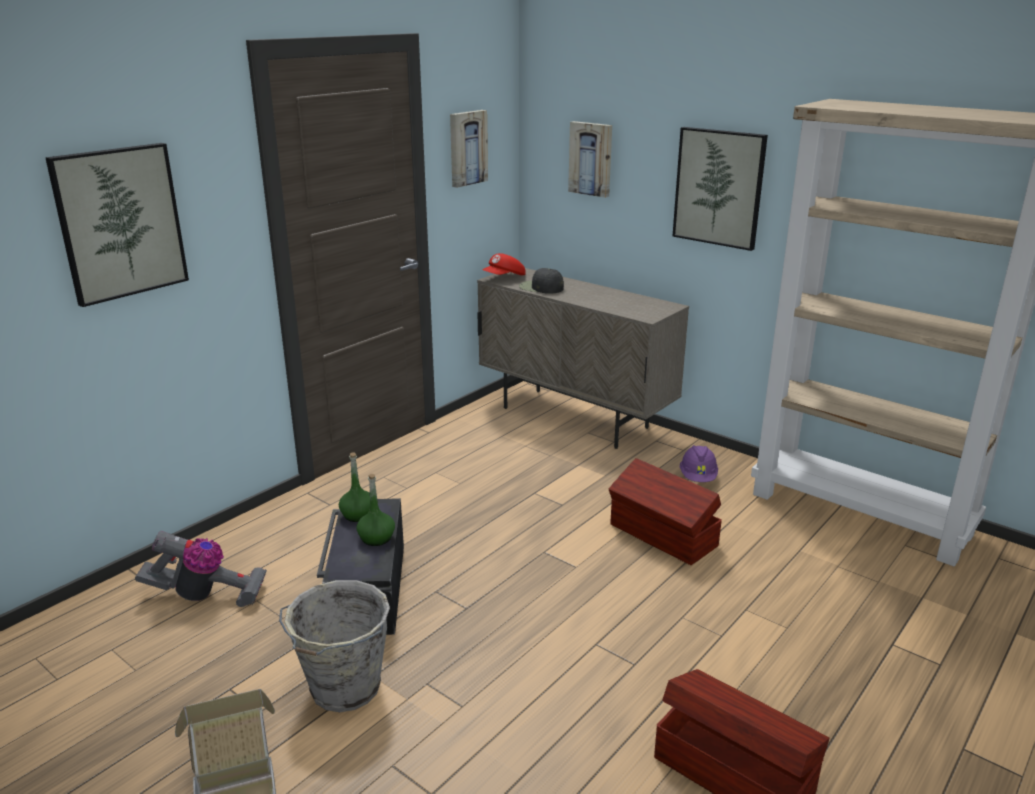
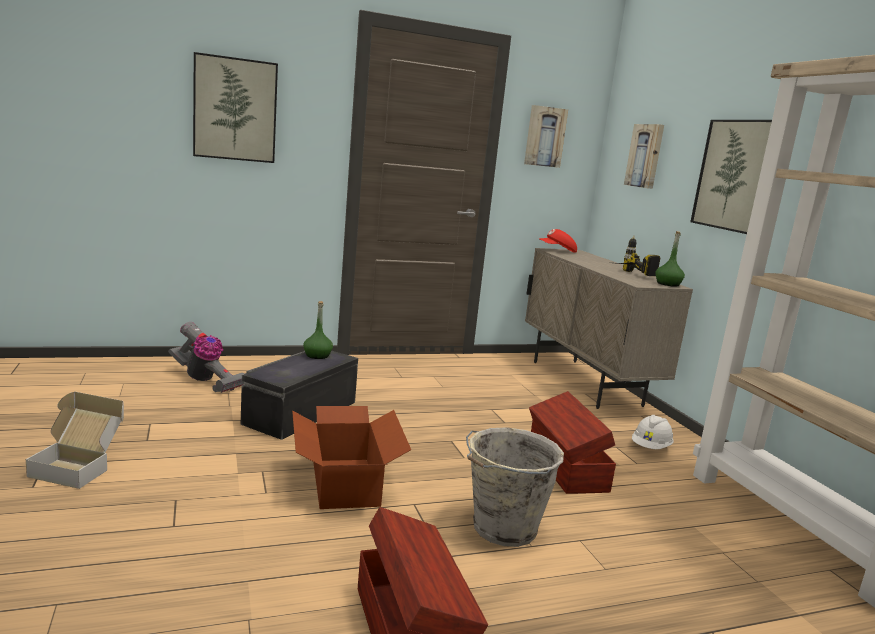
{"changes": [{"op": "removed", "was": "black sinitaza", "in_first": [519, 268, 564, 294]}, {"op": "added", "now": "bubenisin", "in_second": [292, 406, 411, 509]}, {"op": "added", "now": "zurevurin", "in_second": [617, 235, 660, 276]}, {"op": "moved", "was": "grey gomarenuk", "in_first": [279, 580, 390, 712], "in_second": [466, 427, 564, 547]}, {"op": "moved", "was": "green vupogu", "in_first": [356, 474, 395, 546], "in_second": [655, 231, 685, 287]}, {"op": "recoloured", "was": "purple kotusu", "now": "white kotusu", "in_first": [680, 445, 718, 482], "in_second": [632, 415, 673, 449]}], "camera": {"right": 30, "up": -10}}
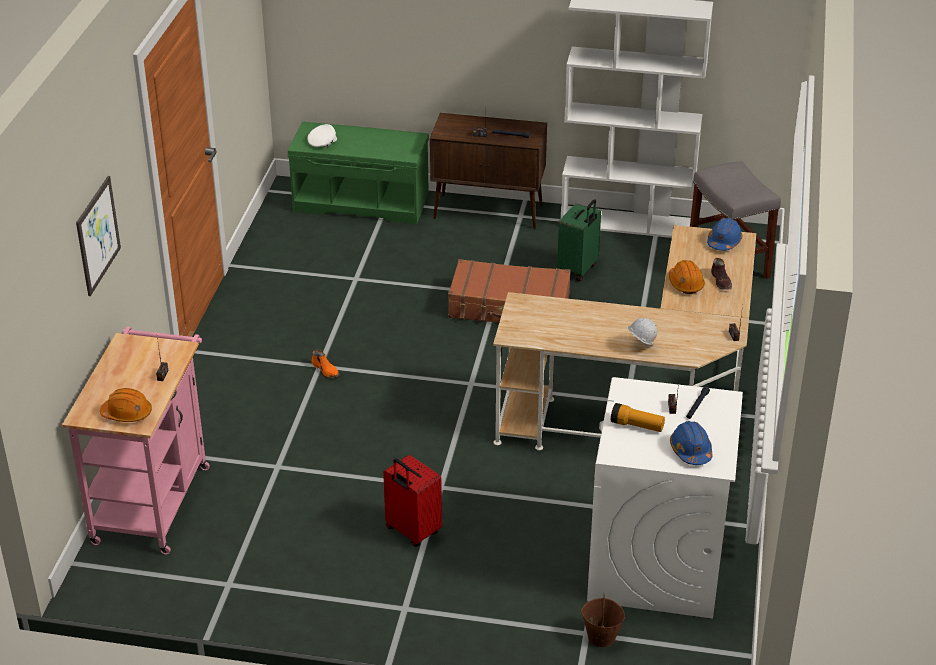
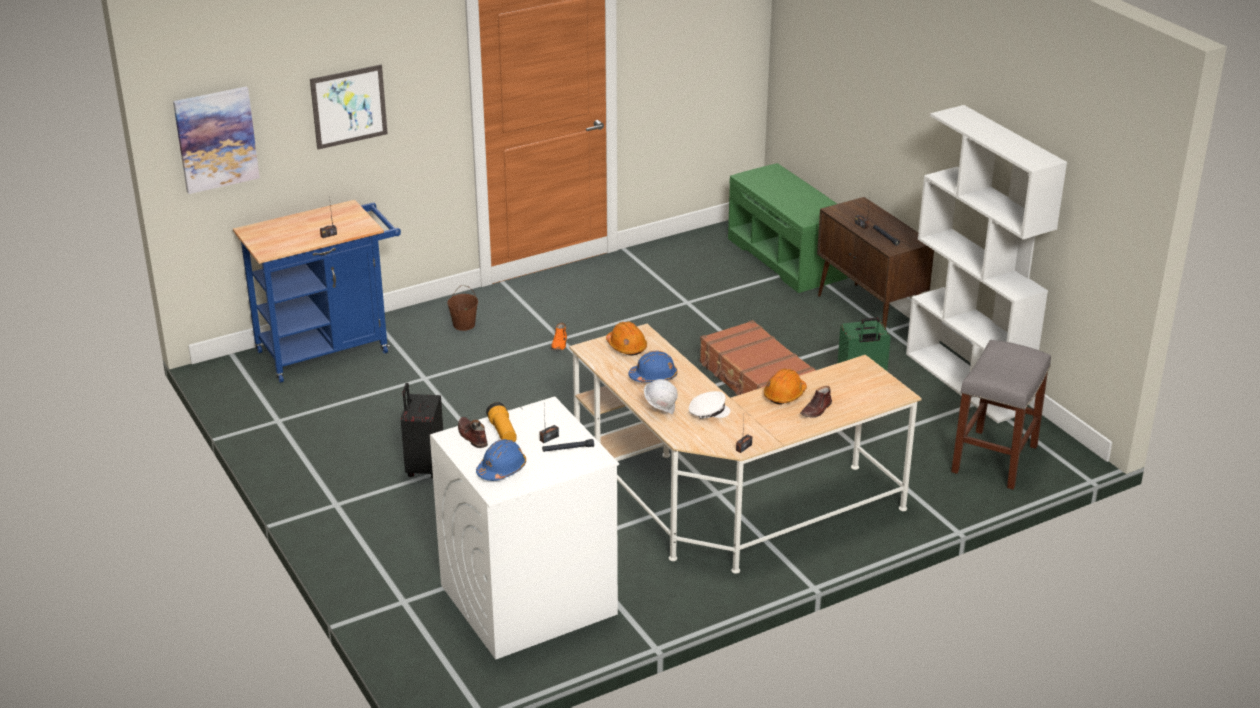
{"changes": [{"op": "added", "now": "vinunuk", "in_second": [173, 87, 260, 194]}, {"op": "added", "now": "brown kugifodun", "in_second": [458, 417, 488, 448]}, {"op": "moved", "was": "orange kotusu", "in_first": [100, 388, 152, 422], "in_second": [606, 321, 647, 356]}, {"op": "moved", "was": "white sinitaza", "in_first": [307, 124, 337, 147], "in_second": [689, 391, 731, 419]}, {"op": "moved", "was": "brown gomarenuk", "in_first": [581, 592, 625, 647], "in_second": [447, 285, 478, 331]}, {"op": "moved", "was": "blue kotusu", "in_first": [707, 218, 743, 251], "in_second": [629, 351, 677, 382]}, {"op": "recoloured", "was": "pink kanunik", "now": "blue kanunik", "in_first": [62, 327, 210, 555], "in_second": [233, 200, 401, 383]}, {"op": "recoloured", "was": "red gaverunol", "now": "black gaverunol", "in_first": [383, 455, 442, 547], "in_second": [401, 383, 443, 478]}], "camera": {"right": 50, "up": -5}}
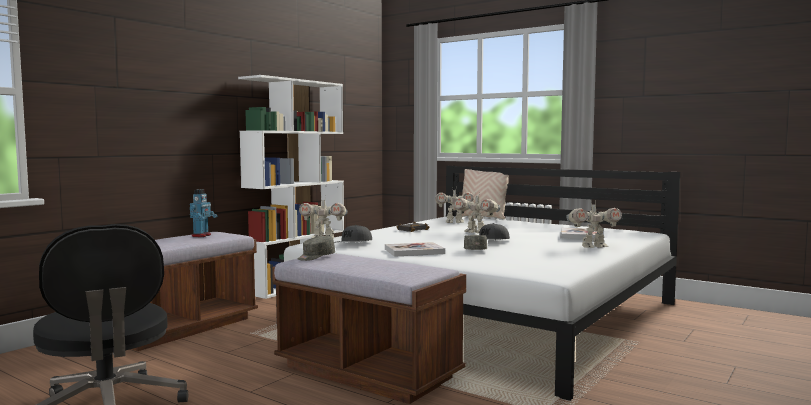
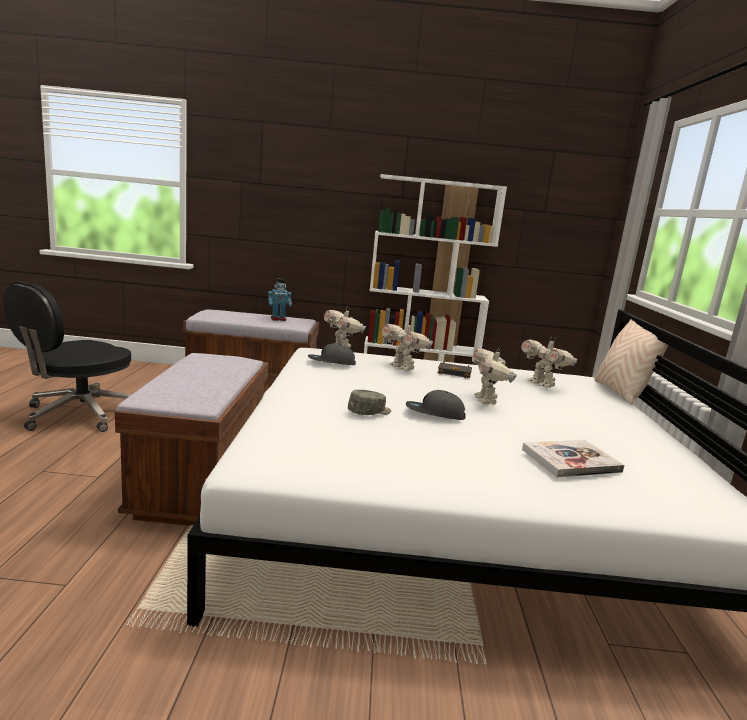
{"changes": [{"op": "removed", "was": "grey sinitaza", "in_first": [298, 236, 335, 261]}, {"op": "removed", "was": "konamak", "in_first": [385, 242, 445, 257]}, {"op": "moved", "was": "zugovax", "in_first": [566, 200, 622, 248], "in_second": [382, 321, 433, 371]}], "camera": {"right": 55, "up": 10}}
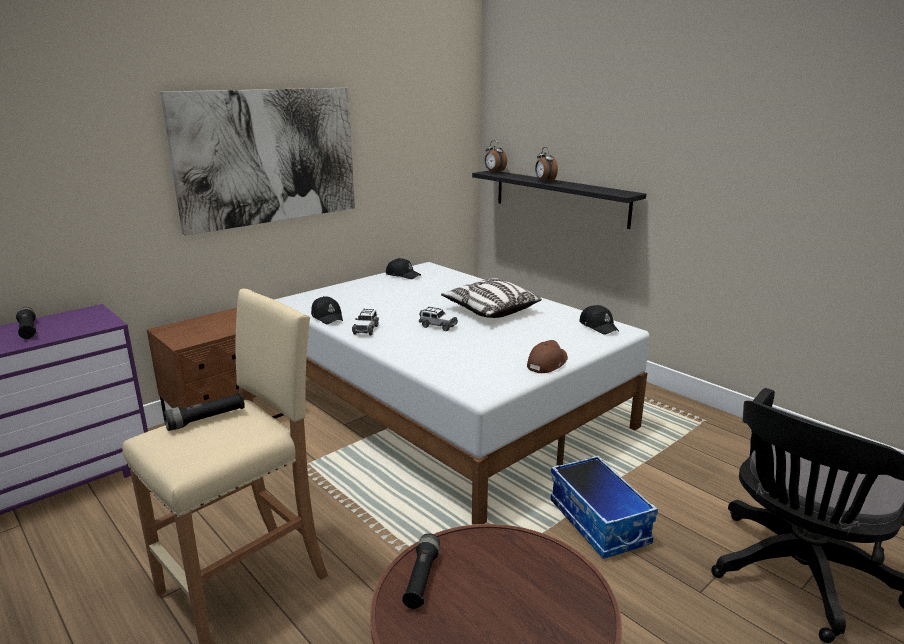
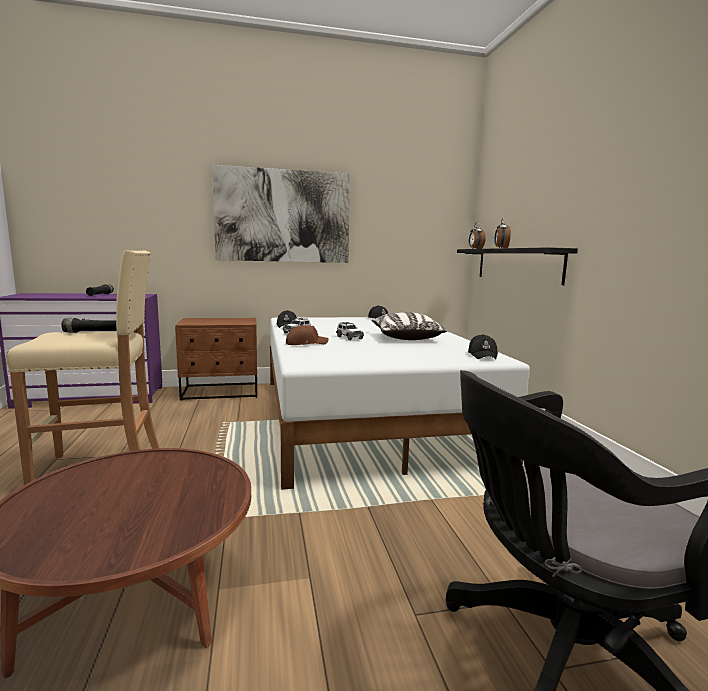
{"changes": [{"op": "removed", "was": "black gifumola", "in_first": [402, 533, 440, 609]}, {"op": "removed", "was": "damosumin", "in_first": [550, 455, 658, 559]}, {"op": "moved", "was": "brown sinitaza", "in_first": [527, 340, 568, 373], "in_second": [286, 325, 329, 345]}], "camera": {"right": 30, "up": -10}}
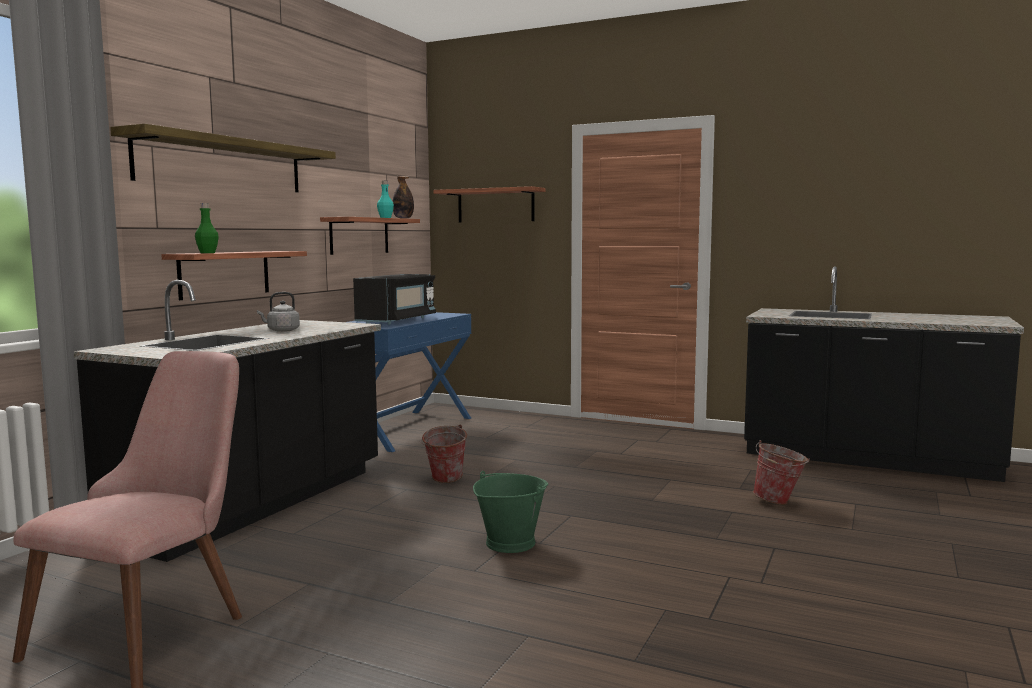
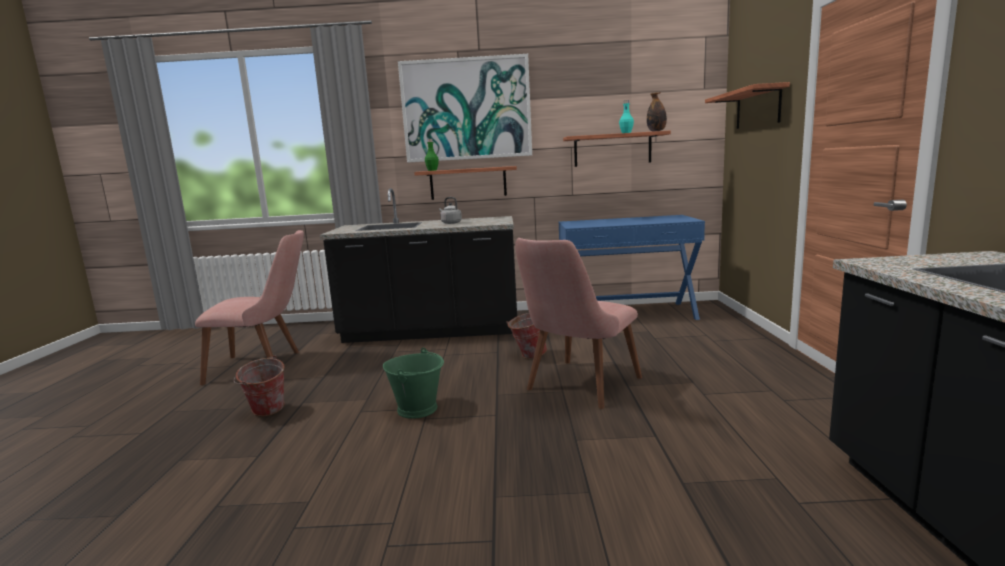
{"changes": [{"op": "removed", "was": "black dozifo", "in_first": [353, 274, 436, 325]}, {"op": "added", "now": "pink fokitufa", "in_second": [515, 238, 642, 409]}, {"op": "moved", "was": "gomarenuk", "in_first": [753, 440, 810, 505], "in_second": [234, 355, 285, 416]}, {"op": "replaced", "was": "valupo", "now": "vinunuk", "in_first": [110, 124, 336, 192], "in_second": [398, 54, 532, 162]}], "camera": {"right": 65, "up": 5}}
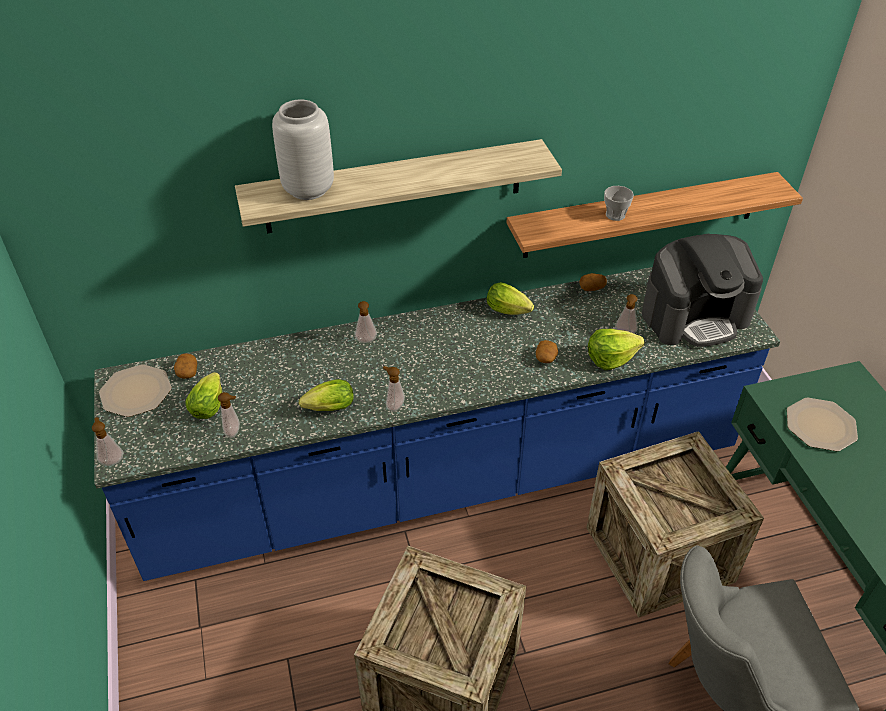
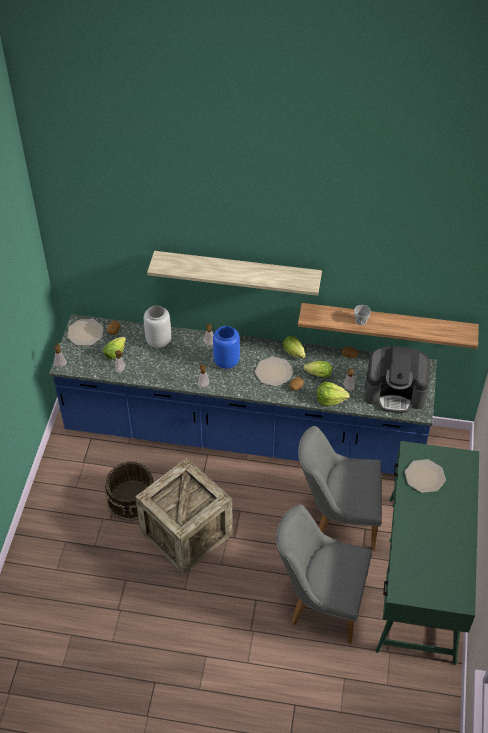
{"changes": [{"op": "added", "now": "brown gomarenuk", "in_second": [104, 461, 154, 521]}, {"op": "added", "now": "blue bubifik", "in_second": [213, 326, 240, 369]}, {"op": "added", "now": "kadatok", "in_second": [255, 357, 293, 386]}, {"op": "moved", "was": "grey bubifik", "in_first": [272, 100, 334, 200], "in_second": [144, 305, 171, 348]}, {"op": "moved", "was": "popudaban", "in_first": [299, 379, 354, 411], "in_second": [303, 361, 332, 378]}, {"op": "replaced", "was": "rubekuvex", "now": "grey fokitufa", "in_first": [586, 431, 764, 618], "in_second": [298, 426, 382, 551]}], "camera": {"right": 25, "up": 5}}
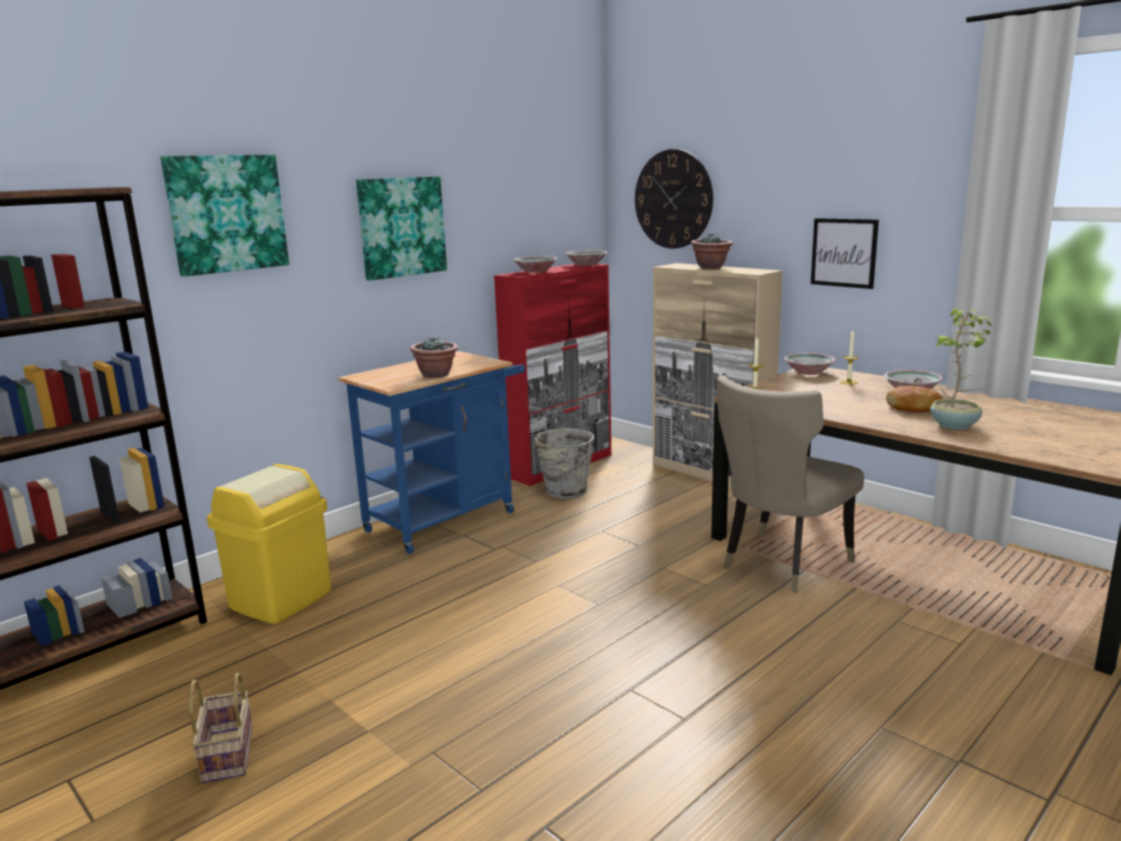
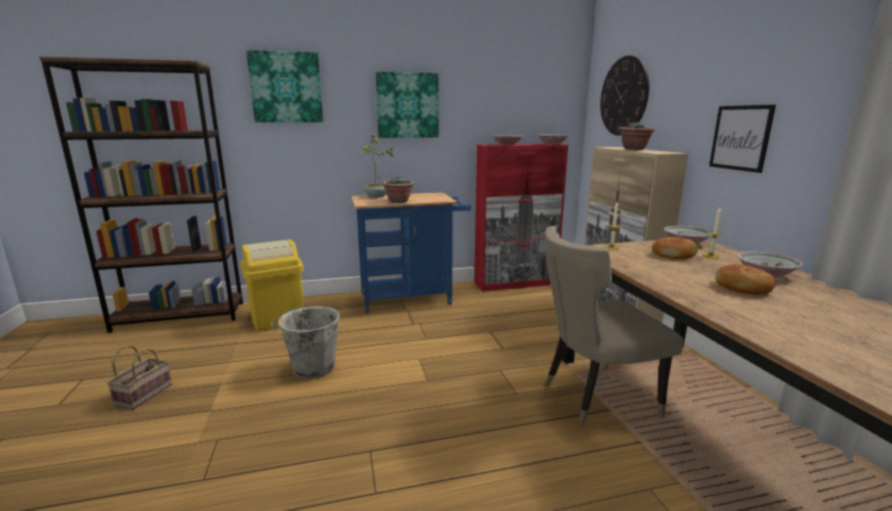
{"changes": [{"op": "added", "now": "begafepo", "in_second": [652, 237, 698, 259]}, {"op": "moved", "was": "grey gomarenuk", "in_first": [532, 428, 594, 499], "in_second": [271, 306, 340, 379]}, {"op": "moved", "was": "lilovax", "in_first": [930, 308, 992, 430], "in_second": [361, 134, 396, 198]}], "camera": {"right": 30, "up": 0}}
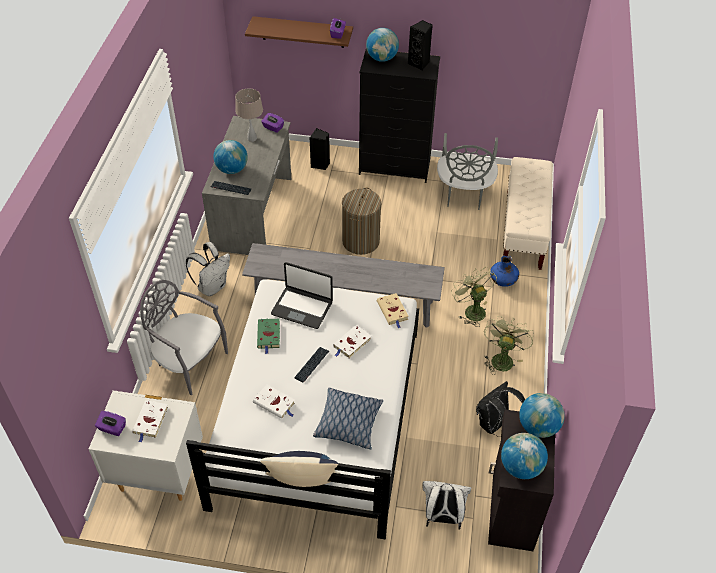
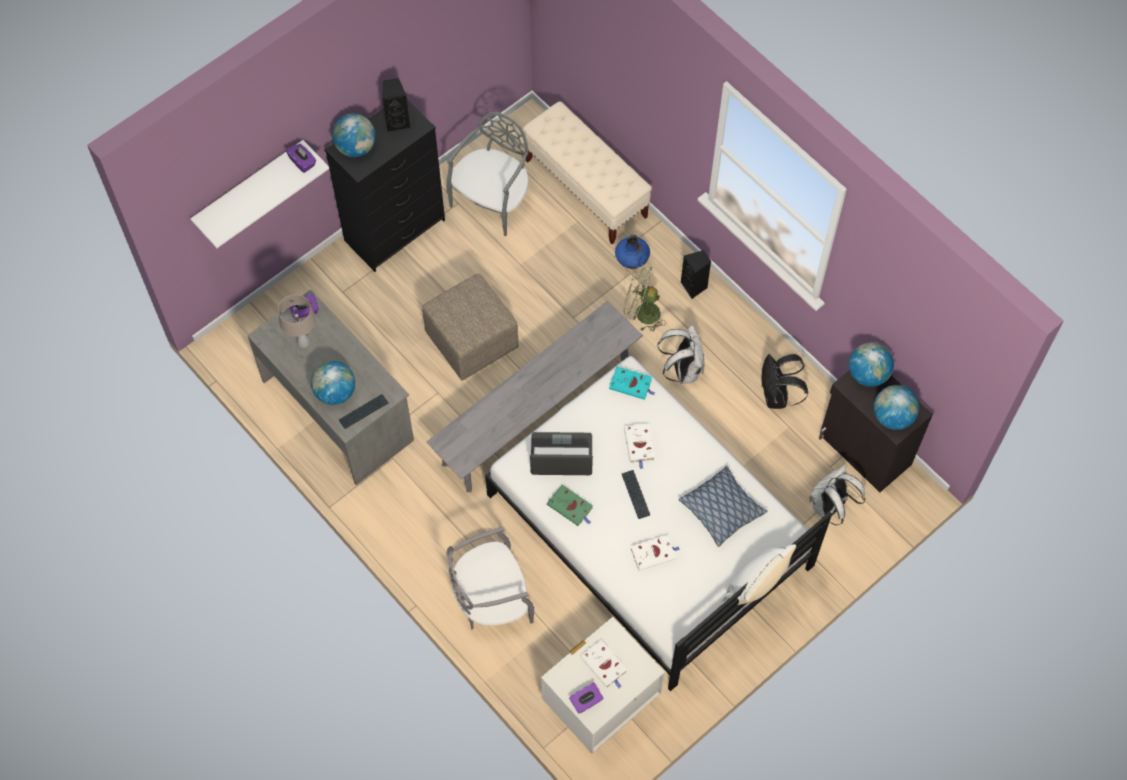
{"changes": [{"op": "removed", "was": "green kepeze", "in_first": [484, 316, 534, 375]}, {"op": "moved", "was": "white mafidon", "in_first": [186, 242, 230, 296], "in_second": [657, 325, 705, 384]}, {"op": "moved", "was": "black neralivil", "in_first": [310, 128, 330, 170], "in_second": [681, 250, 711, 299]}, {"op": "replaced", "was": "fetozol", "now": "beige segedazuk", "in_first": [342, 187, 381, 255], "in_second": [422, 274, 519, 381]}, {"op": "recoloured", "was": "brown valupo", "now": "white valupo", "in_first": [245, 16, 353, 48], "in_second": [190, 140, 329, 248]}, {"op": "recoloured", "was": "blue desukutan", "now": "white desukutan", "in_first": [260, 451, 340, 487], "in_second": [718, 544, 796, 608]}, {"op": "recoloured", "was": "beige konamak", "now": "turquoise konamak", "in_first": [377, 293, 409, 328], "in_second": [609, 366, 655, 400]}, {"op": "turned", "was": "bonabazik", "in_first": [271, 262, 333, 329], "in_second": [530, 432, 593, 475], "clockwise": -150}, {"op": "turned", "was": "grey fokitufa", "in_first": [437, 133, 498, 210], "in_second": [446, 112, 529, 236], "clockwise": -105}], "camera": {"right": -50, "up": 15}}
